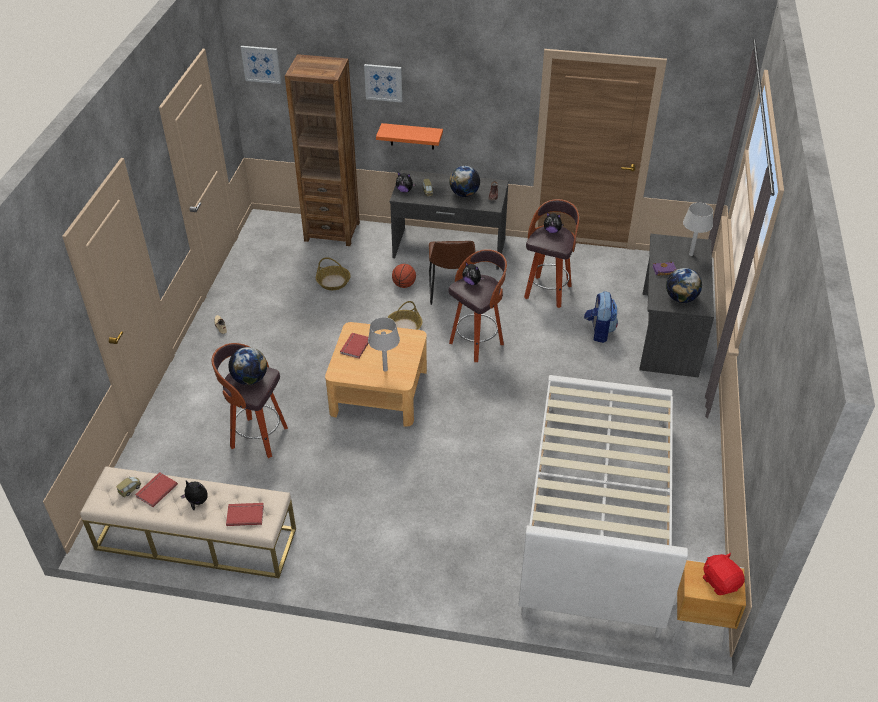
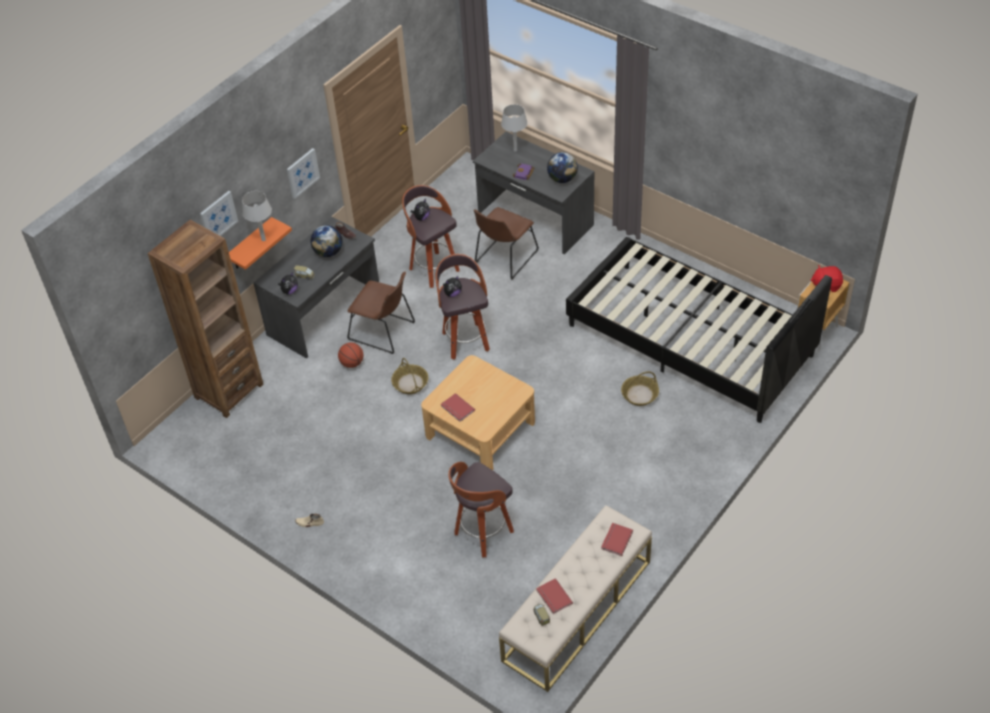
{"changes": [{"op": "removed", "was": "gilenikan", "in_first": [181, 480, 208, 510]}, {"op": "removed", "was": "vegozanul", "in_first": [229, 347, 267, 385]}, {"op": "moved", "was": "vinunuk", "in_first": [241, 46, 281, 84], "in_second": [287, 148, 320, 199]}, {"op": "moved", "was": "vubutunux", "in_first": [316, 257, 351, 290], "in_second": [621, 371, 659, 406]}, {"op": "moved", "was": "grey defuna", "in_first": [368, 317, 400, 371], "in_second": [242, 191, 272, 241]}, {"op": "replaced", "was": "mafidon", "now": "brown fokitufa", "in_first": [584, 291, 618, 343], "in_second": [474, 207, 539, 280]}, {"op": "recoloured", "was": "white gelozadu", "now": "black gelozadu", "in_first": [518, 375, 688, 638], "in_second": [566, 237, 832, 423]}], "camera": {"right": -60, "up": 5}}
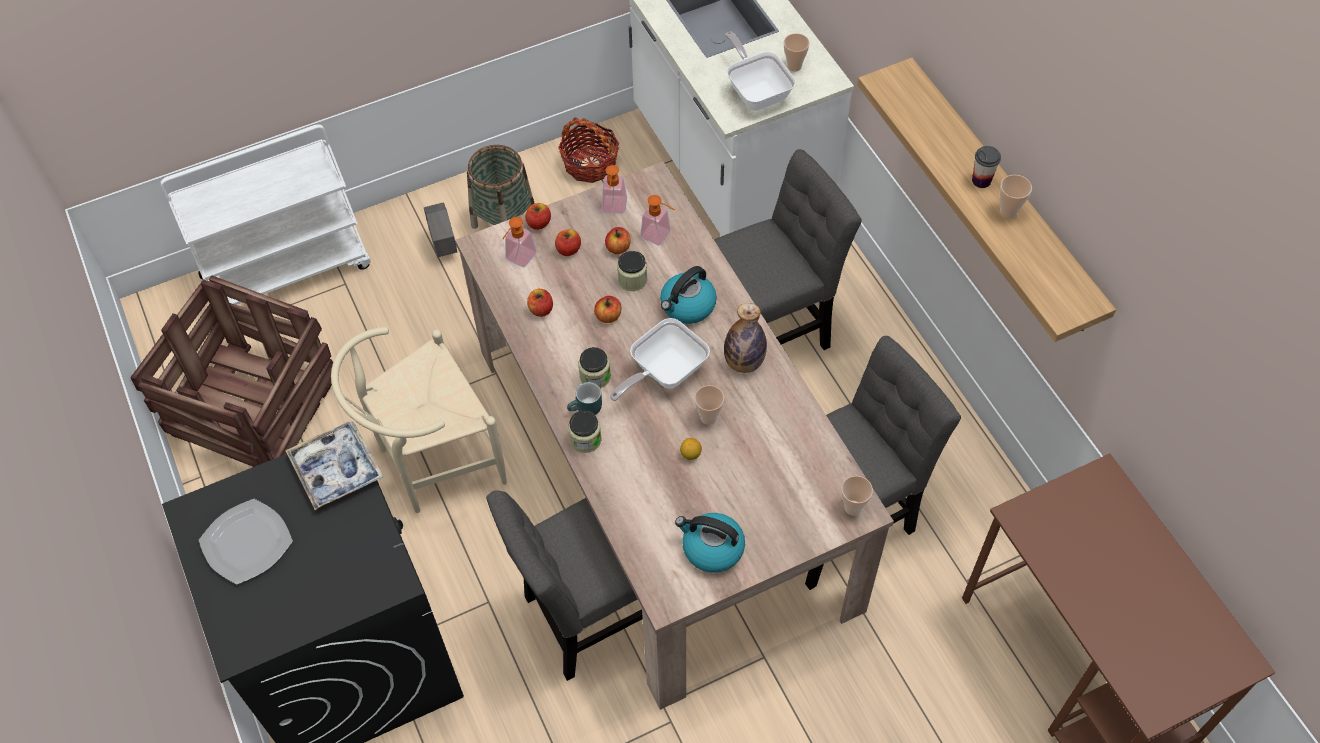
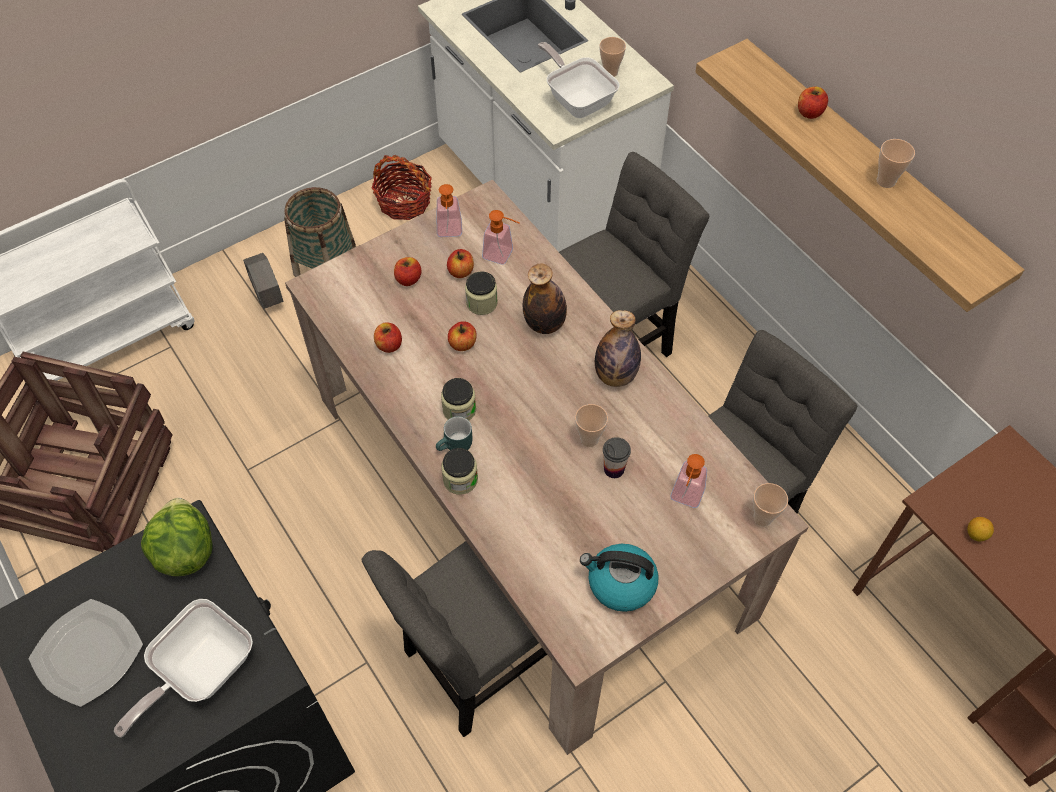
{"changes": [{"op": "removed", "was": "beige fokitufa", "in_first": [331, 327, 507, 513]}, {"op": "moved", "was": "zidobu", "in_first": [502, 217, 537, 267], "in_second": [670, 454, 707, 508]}, {"op": "moved", "was": "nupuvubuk", "in_first": [525, 203, 551, 230], "in_second": [798, 87, 828, 119]}, {"op": "moved", "was": "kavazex", "in_first": [610, 318, 710, 401], "in_second": [114, 599, 253, 737]}, {"op": "moved", "was": "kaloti", "in_first": [680, 438, 702, 460], "in_second": [967, 517, 994, 541]}, {"op": "moved", "was": "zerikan", "in_first": [972, 146, 1001, 188], "in_second": [603, 437, 631, 478]}, {"op": "replaced", "was": "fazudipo", "now": "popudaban", "in_first": [285, 421, 383, 510], "in_second": [141, 498, 213, 576]}, {"op": "replaced", "was": "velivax", "now": "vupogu", "in_first": [660, 266, 717, 324], "in_second": [523, 264, 567, 334]}], "camera": {"right": -10, "up": 0}}
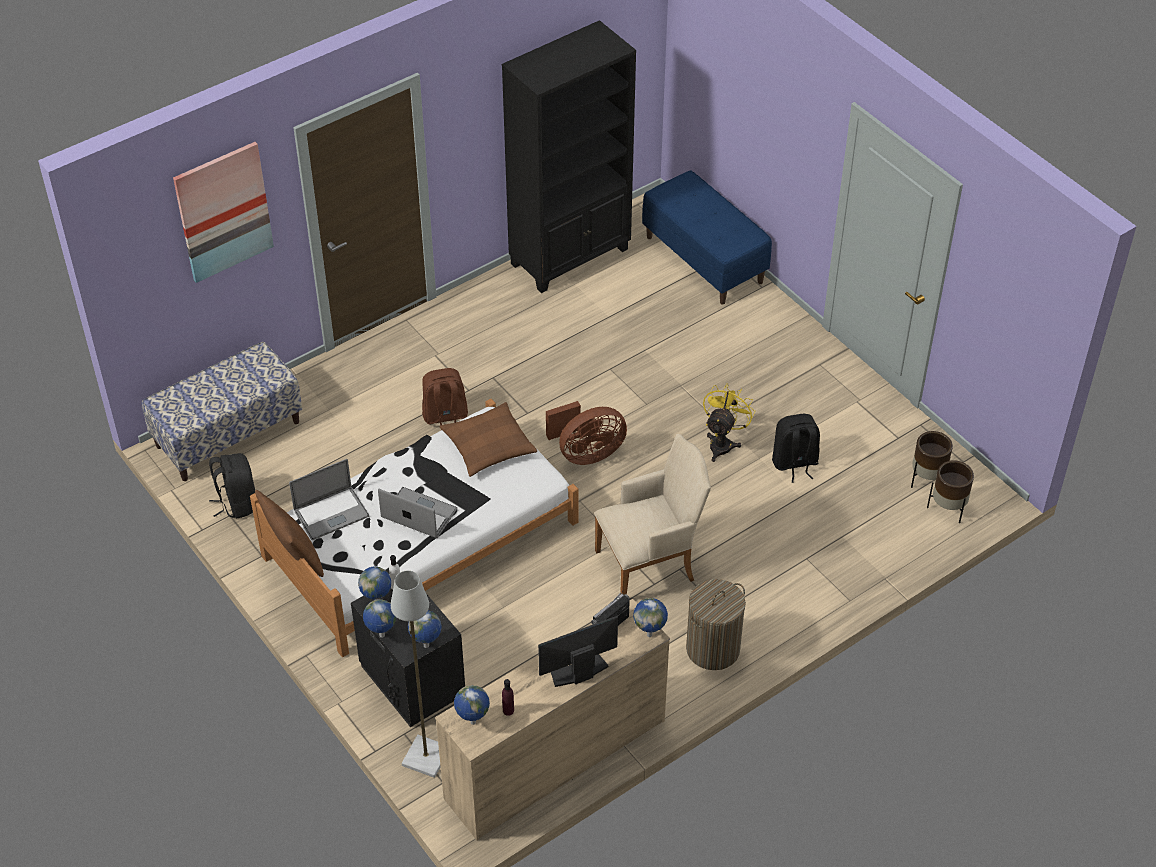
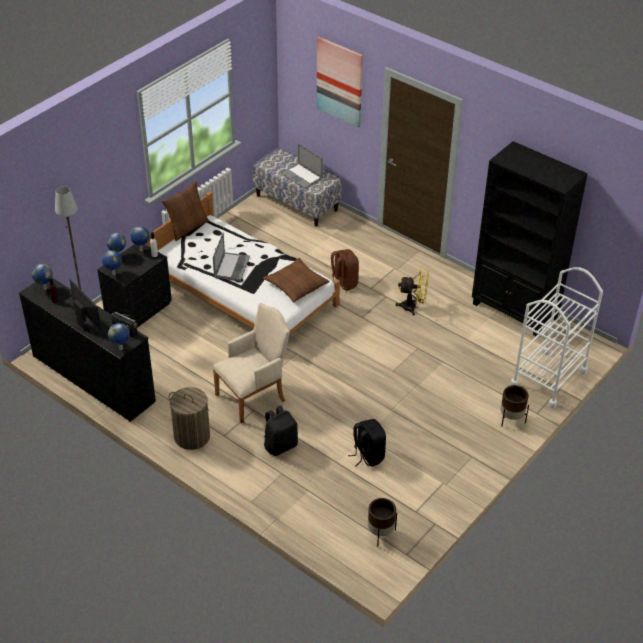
{"changes": [{"op": "removed", "was": "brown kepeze", "in_first": [546, 401, 627, 465]}, {"op": "moved", "was": "black mafidon", "in_first": [209, 453, 255, 518], "in_second": [264, 406, 298, 456]}, {"op": "moved", "was": "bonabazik", "in_first": [289, 459, 369, 540], "in_second": [280, 143, 323, 189]}, {"op": "moved", "was": "yellow kepeze", "in_first": [703, 383, 756, 462], "in_second": [396, 270, 429, 316]}, {"op": "moved", "was": "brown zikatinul", "in_first": [927, 460, 974, 523], "in_second": [501, 385, 529, 427]}, {"op": "replaced", "was": "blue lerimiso", "now": "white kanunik", "in_first": [642, 170, 772, 305], "in_second": [510, 267, 603, 409]}, {"op": "recoloured", "was": "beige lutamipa", "now": "black lutamipa", "in_first": [435, 599, 670, 840], "in_second": [19, 278, 156, 422]}, {"op": "turned", "was": "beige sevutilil", "in_first": [594, 434, 711, 595], "in_second": [212, 303, 290, 424], "clockwise": -90}], "camera": {"right": 75, "up": -5}}
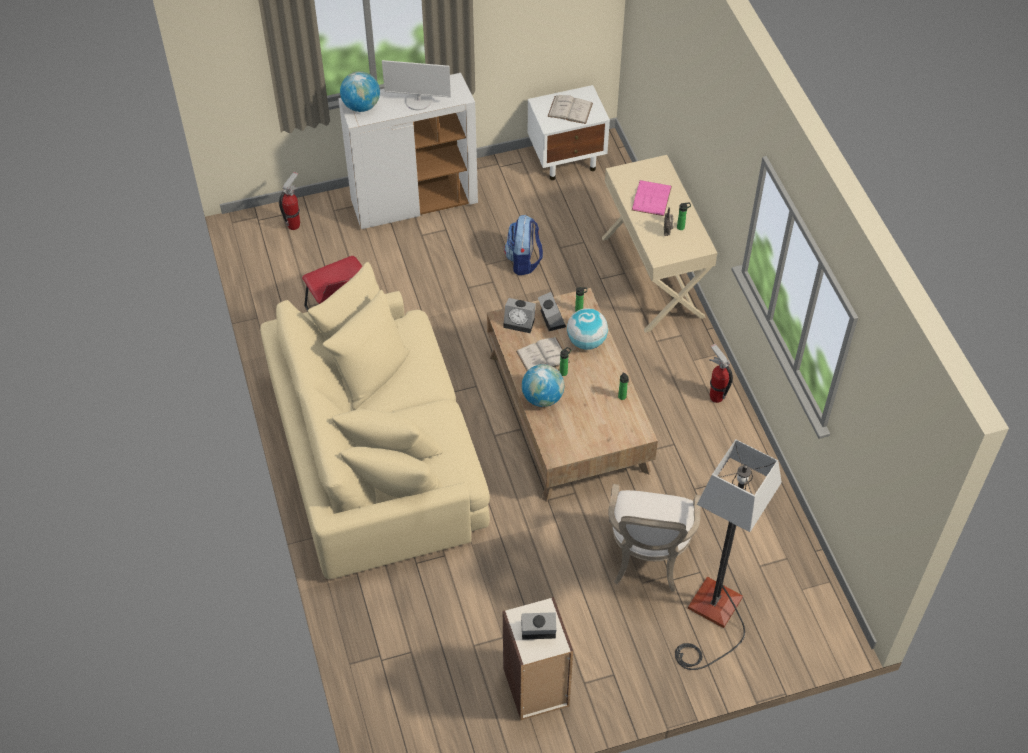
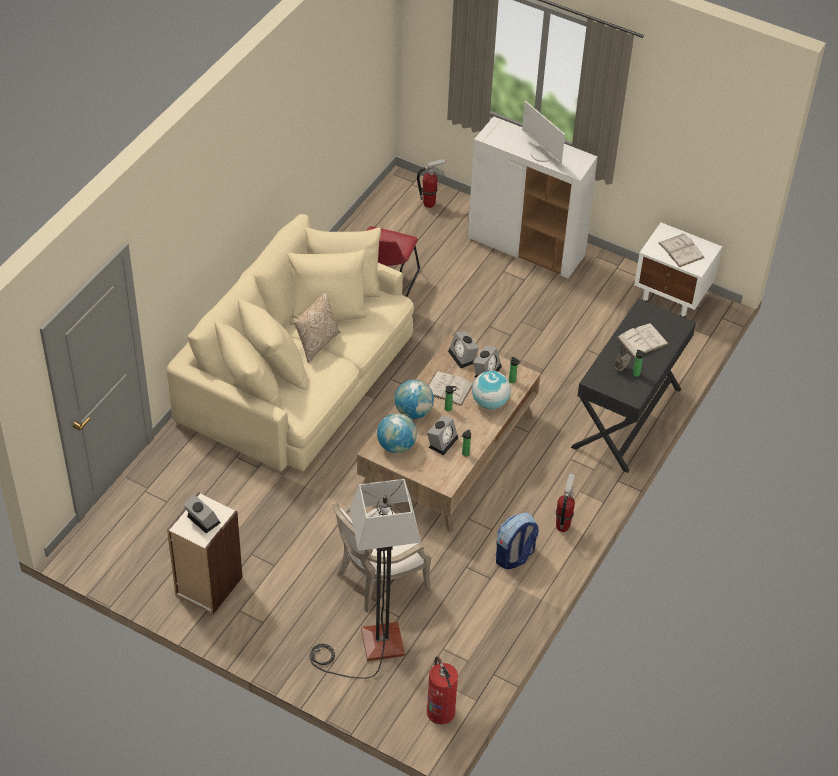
{"changes": [{"op": "added", "now": "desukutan", "in_second": [294, 291, 340, 363]}, {"op": "added", "now": "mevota", "in_second": [426, 656, 458, 724]}, {"op": "added", "now": "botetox", "in_second": [427, 416, 458, 455]}, {"op": "moved", "was": "vegozanul", "in_first": [340, 71, 380, 112], "in_second": [377, 413, 417, 453]}, {"op": "moved", "was": "mafidon", "in_first": [504, 215, 543, 275], "in_second": [496, 512, 539, 570]}, {"op": "recoloured", "was": "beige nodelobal", "now": "black nodelobal", "in_first": [602, 155, 717, 333], "in_second": [571, 299, 696, 473]}, {"op": "recoloured", "was": "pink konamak", "now": "white konamak", "in_first": [632, 180, 672, 216], "in_second": [617, 323, 669, 358]}], "camera": {"right": 45, "up": -5}}
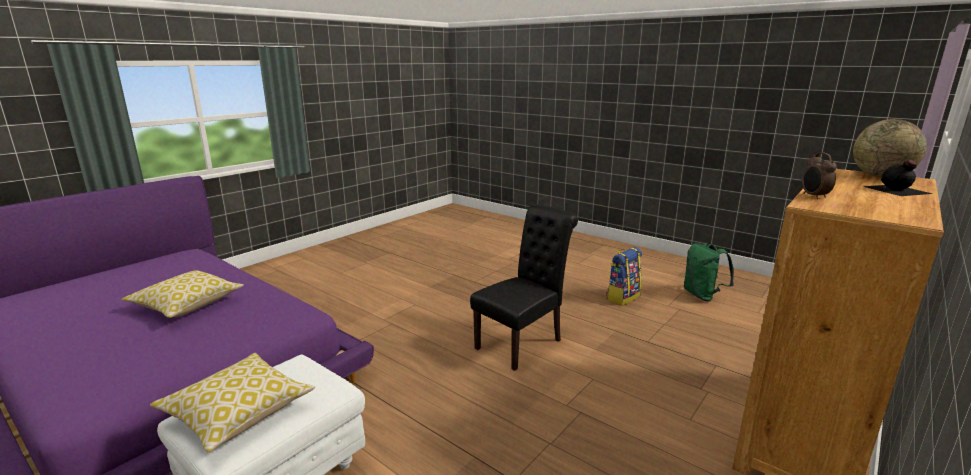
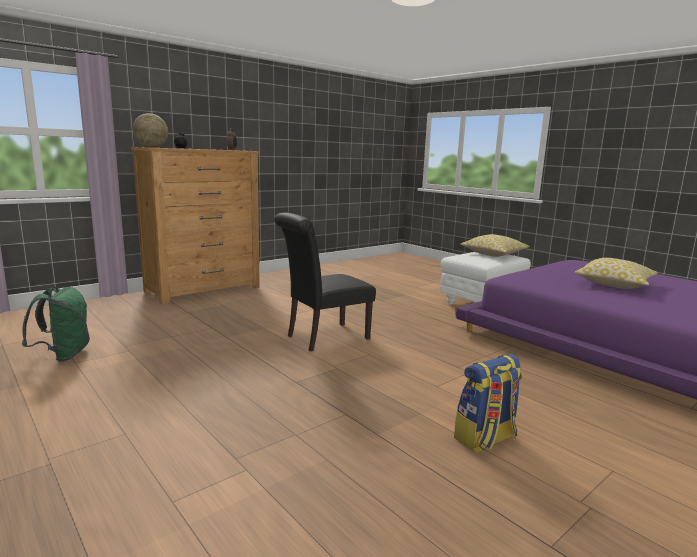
{"changes": [{"op": "moved", "was": "mafidon", "in_first": [606, 247, 642, 306], "in_second": [454, 354, 522, 453]}], "camera": {"right": -170, "up": -5}}
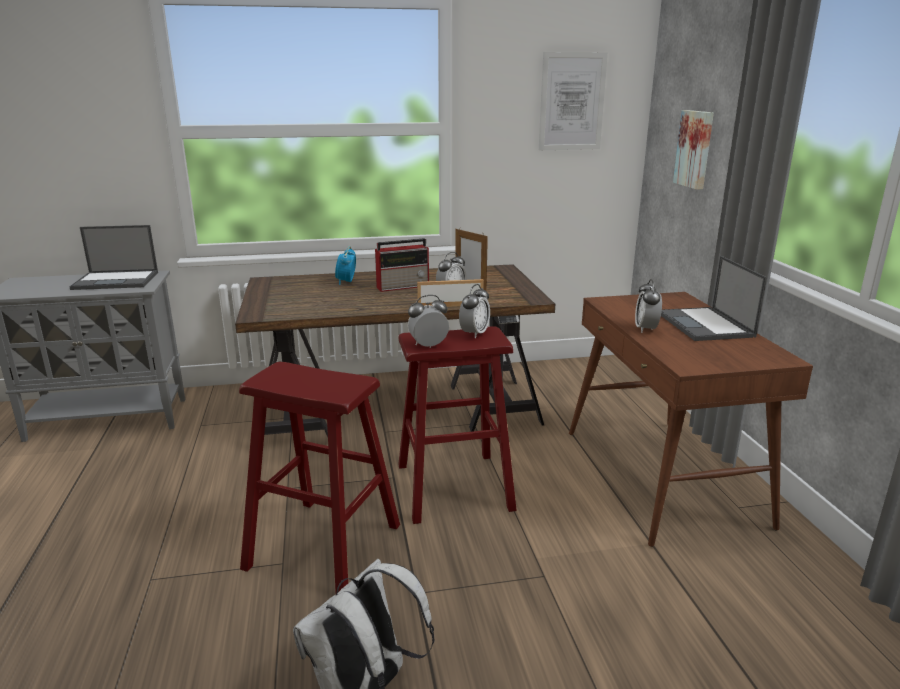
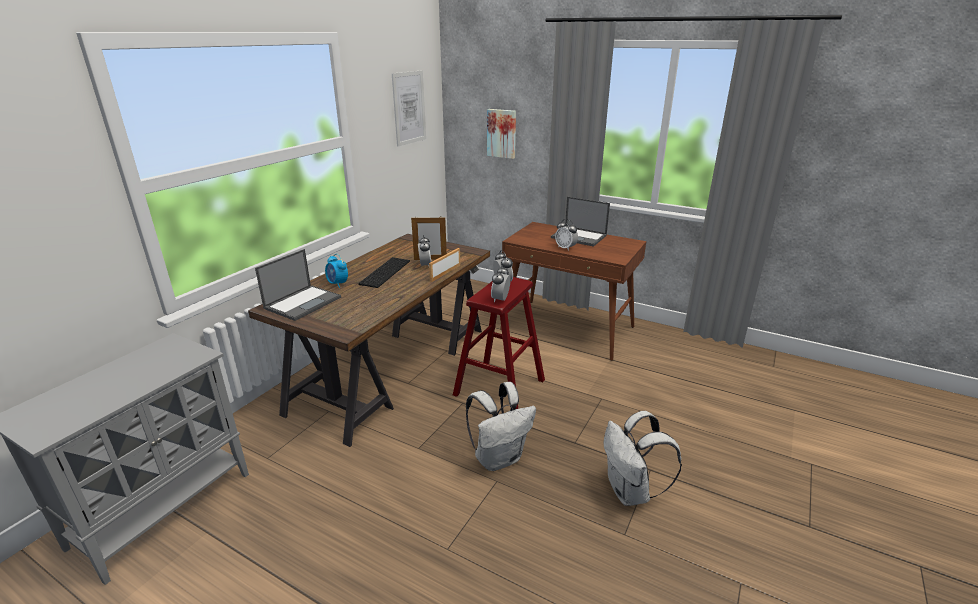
{"changes": [{"op": "moved", "was": "bonabazik", "in_first": [69, 225, 158, 290], "in_second": [255, 249, 341, 321]}, {"op": "replaced", "was": "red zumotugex", "now": "white mafidon", "in_first": [239, 362, 400, 593], "in_second": [466, 382, 536, 471]}, {"op": "replaced", "was": "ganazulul", "now": "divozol", "in_first": [375, 238, 429, 292], "in_second": [358, 257, 410, 288]}], "camera": {"right": -50, "up": 5}}
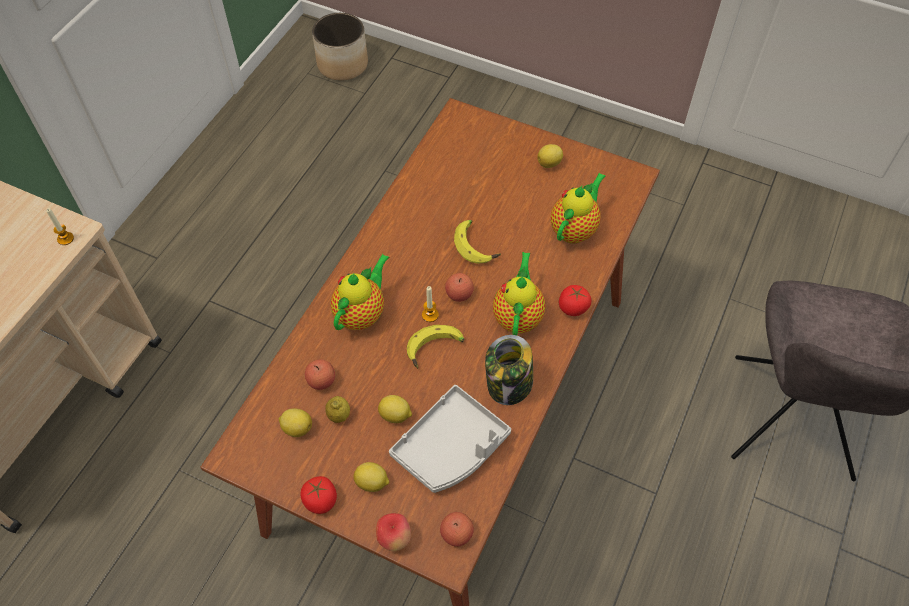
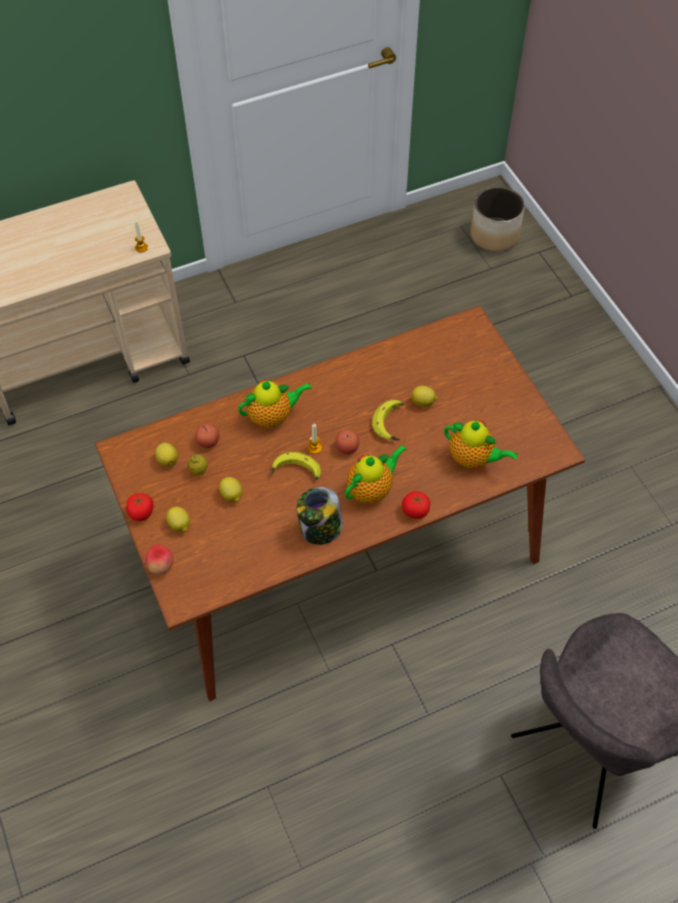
{"changes": [{"op": "removed", "was": "grey fazudipo", "in_first": [389, 385, 511, 493]}, {"op": "removed", "was": "nupuvubuk", "in_first": [440, 512, 474, 547]}, {"op": "moved", "was": "kaloti", "in_first": [537, 144, 563, 168], "in_second": [411, 386, 438, 407]}, {"op": "turned", "was": "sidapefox", "in_first": [551, 173, 606, 244], "in_second": [444, 420, 518, 468], "clockwise": 45}], "camera": {"right": 40, "up": 0}}
